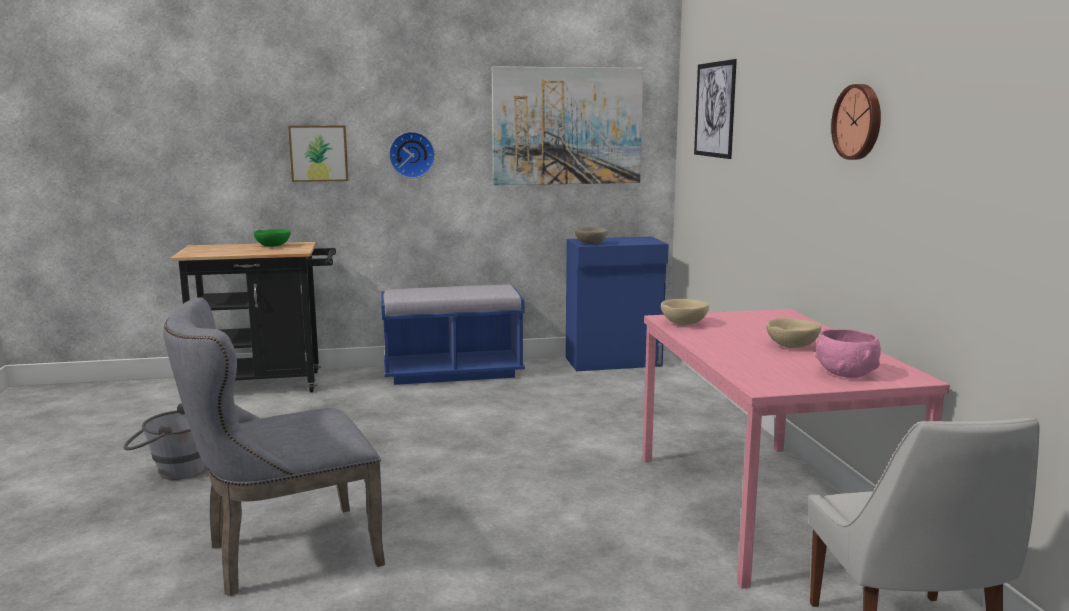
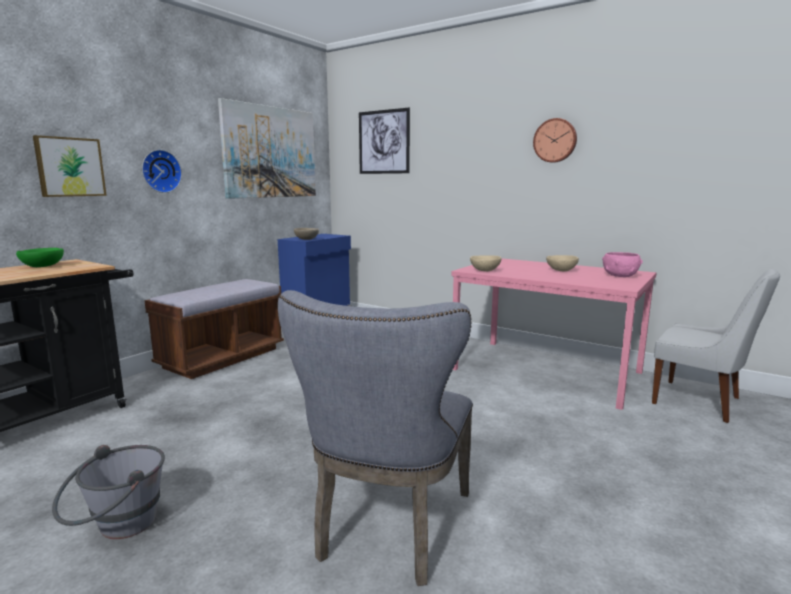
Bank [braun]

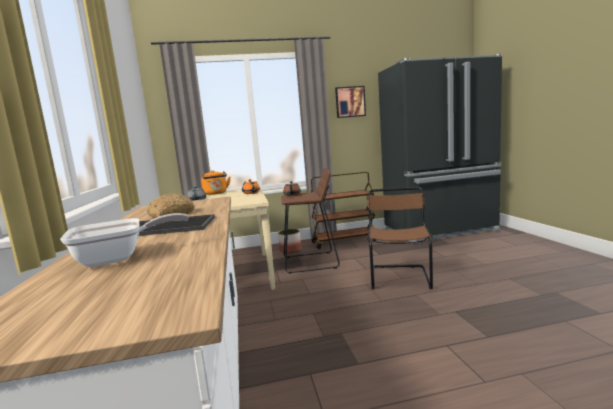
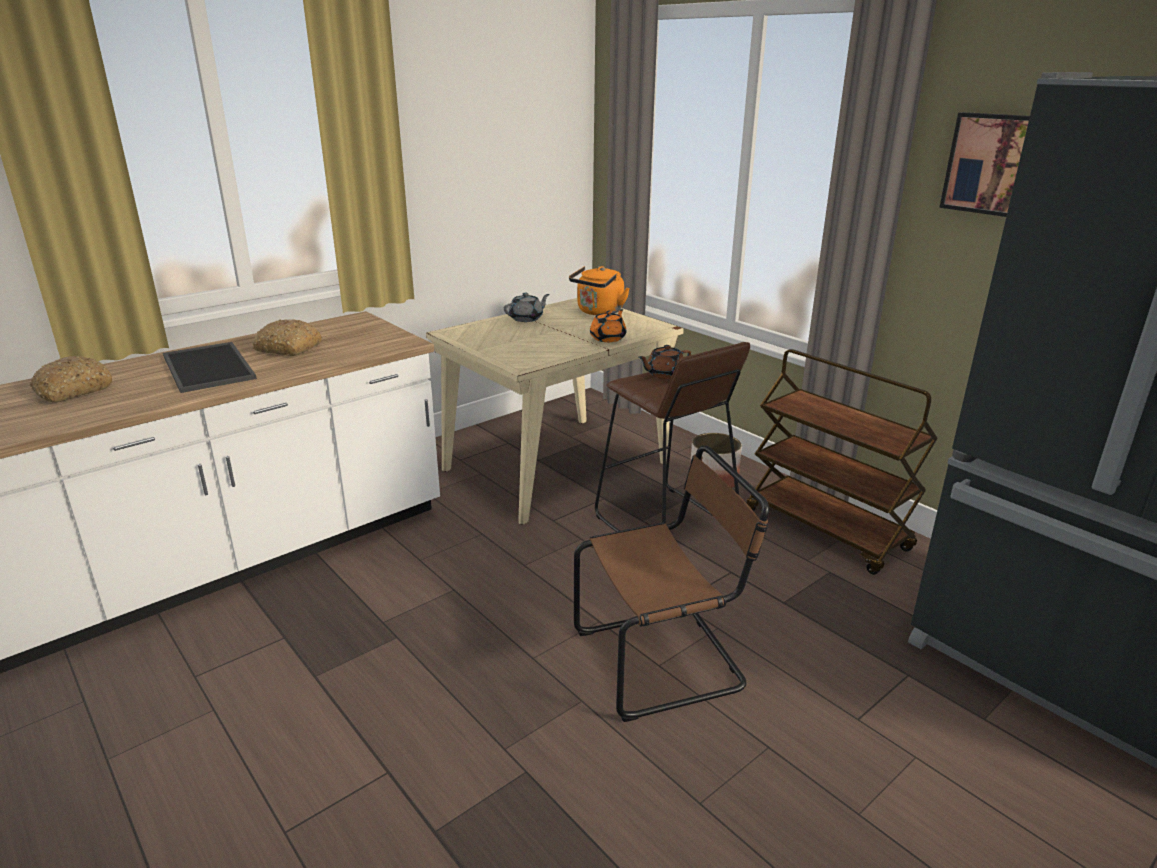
Brot (1st from left)

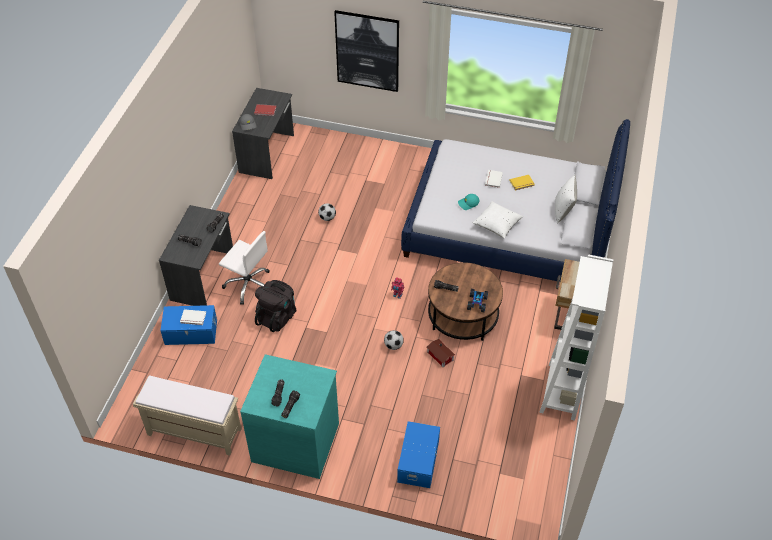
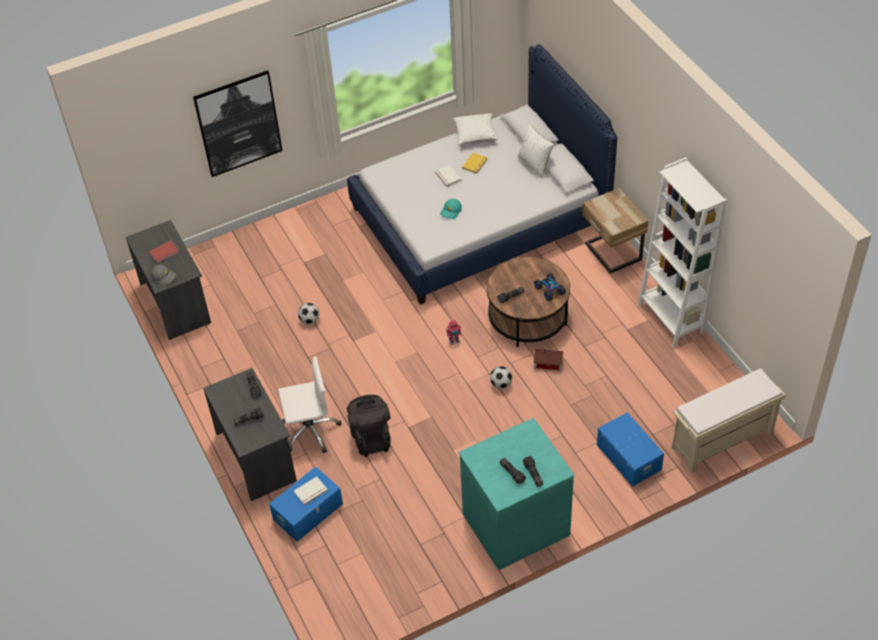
Kissen [weiß] (1st from left)
Bank [beige]

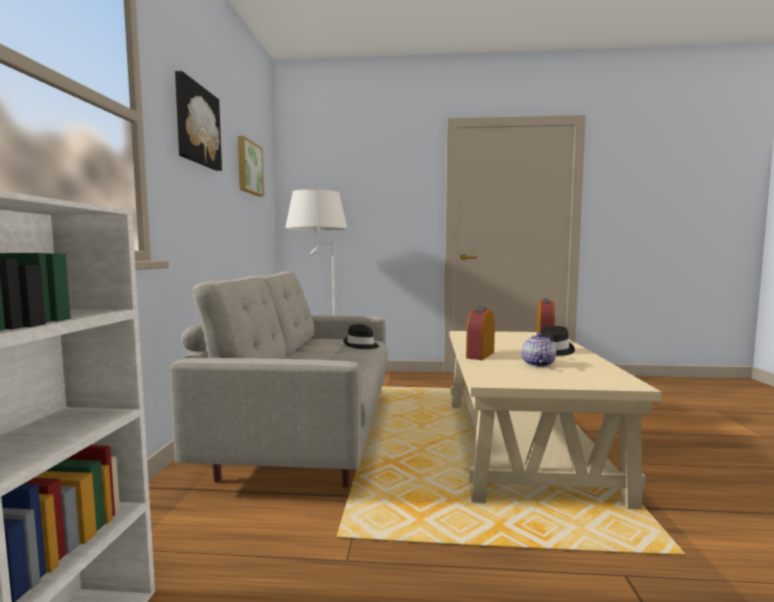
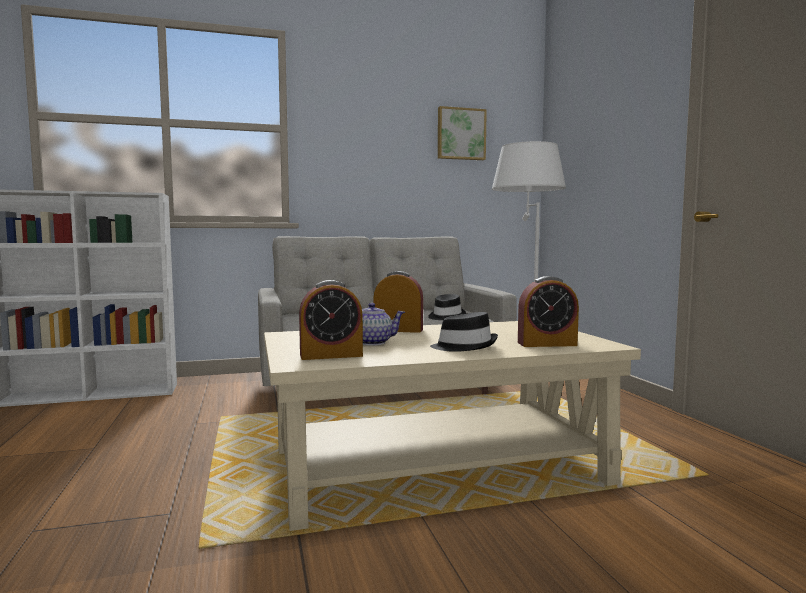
Wecker (1st from left)
Bild (1st from left in the first image)

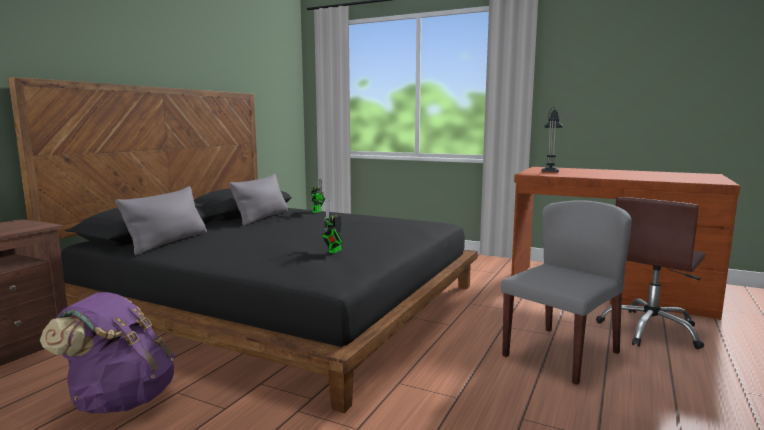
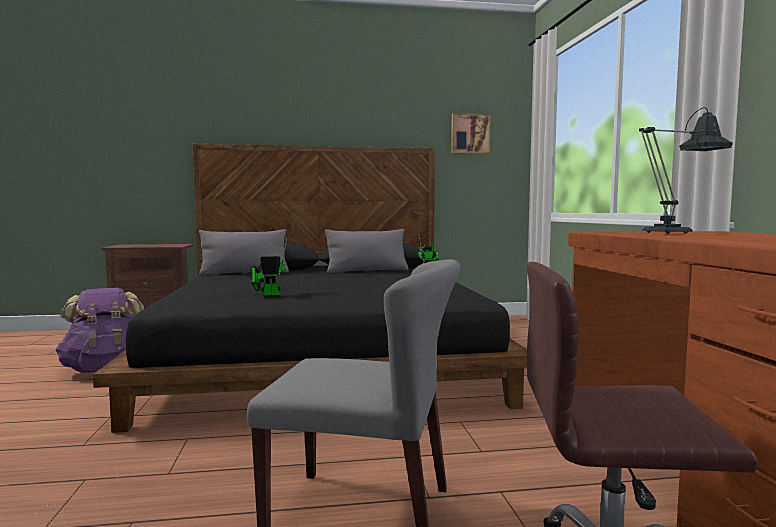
Bild

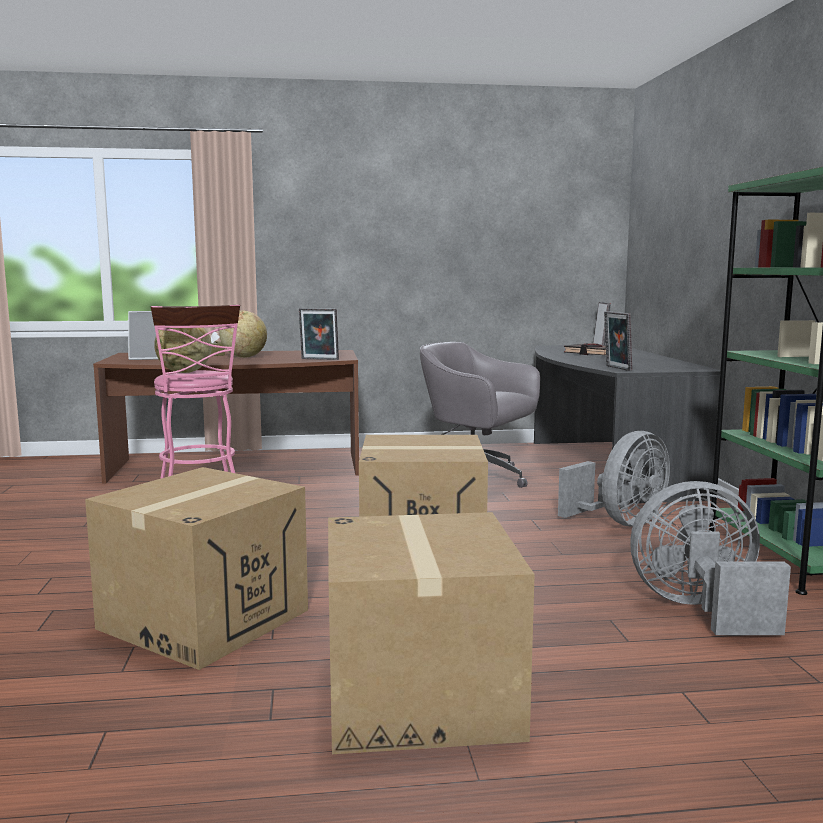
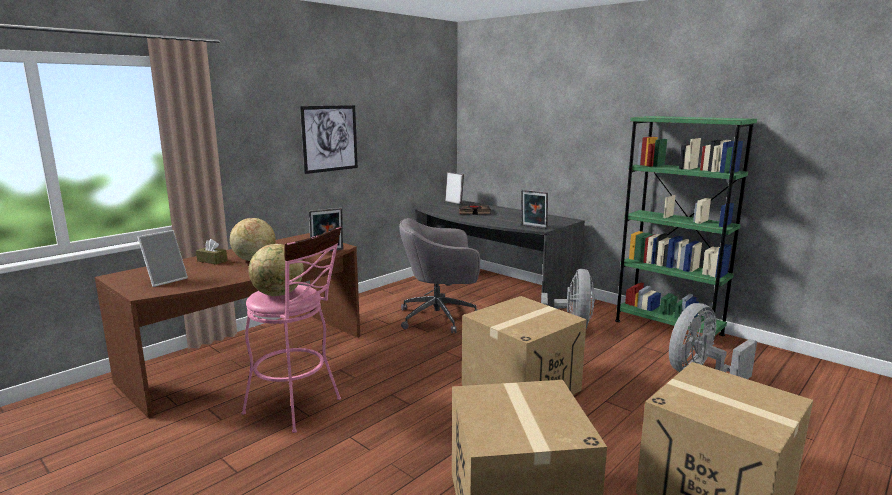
Bild

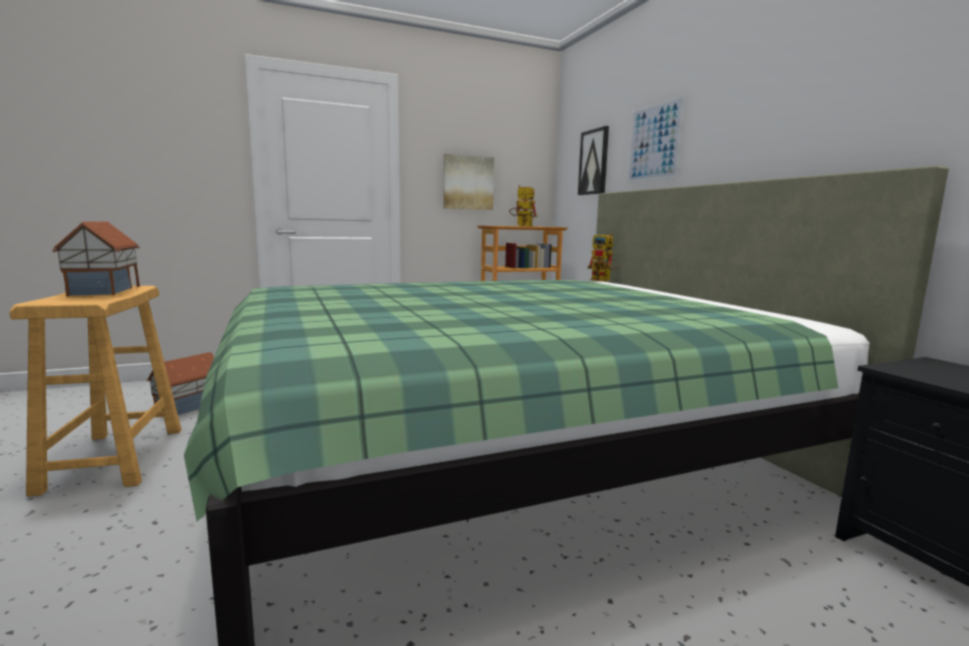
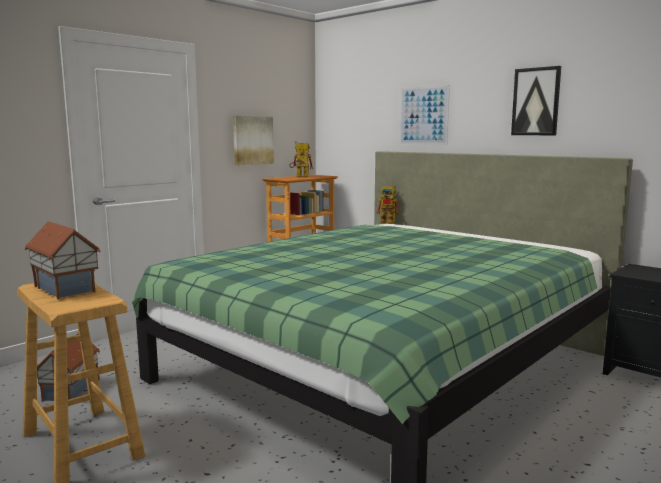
Bild (3rd from left)

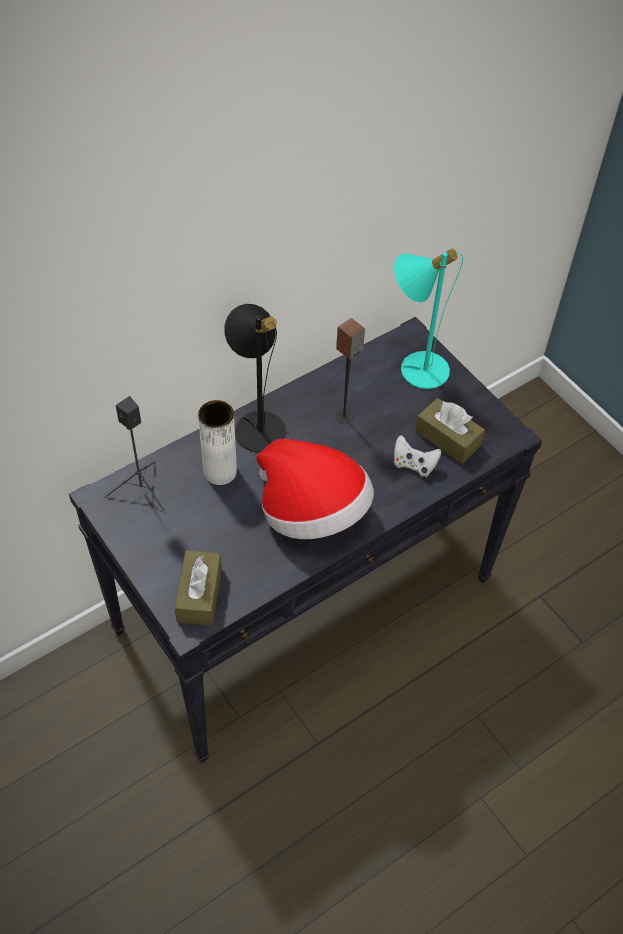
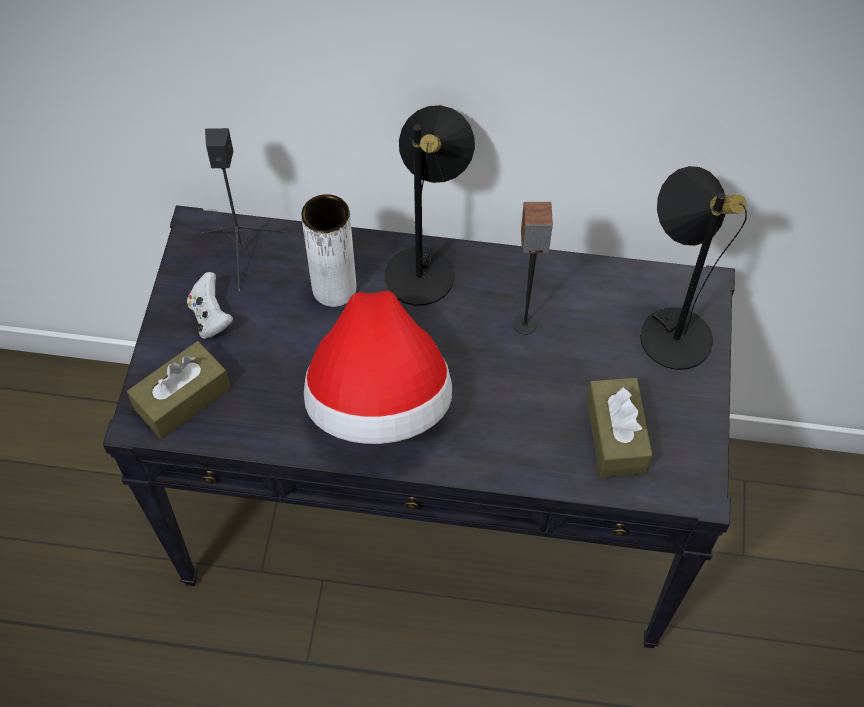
Gamepad [weiß]
Tischlampe [schwarz] (2nd from left)

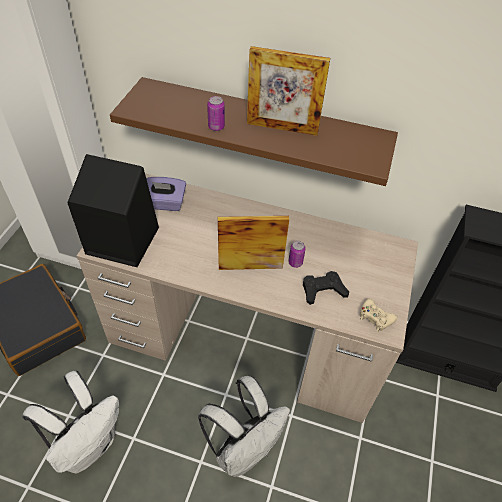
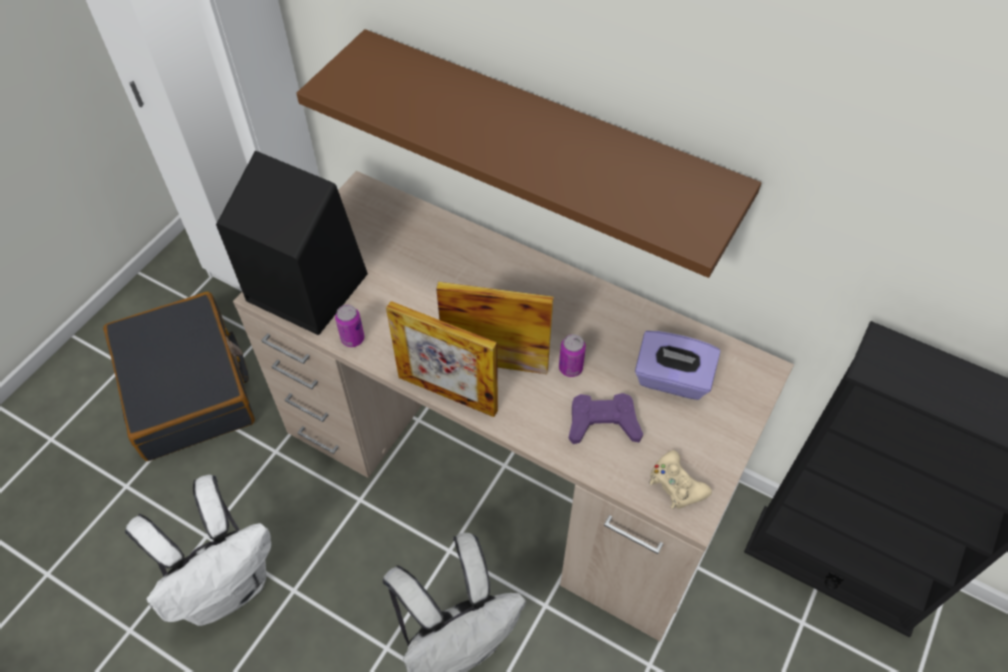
Dose (1st from left)
Bilderrahmen (1st from left)
Gamepad [lila]
Taschentuchbox [lila]

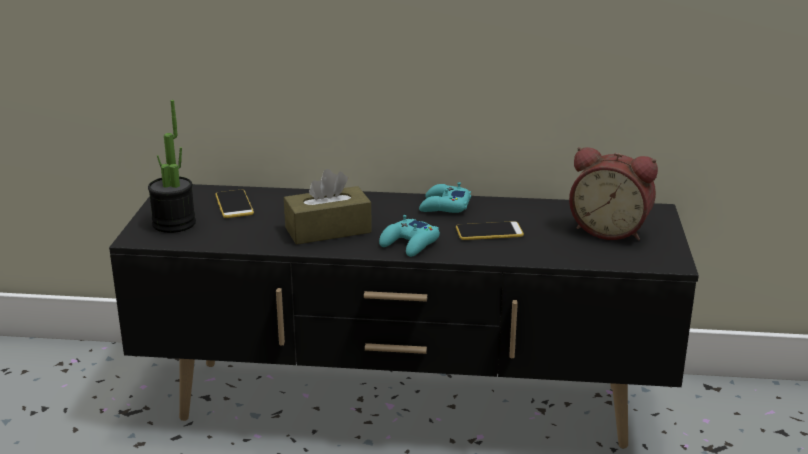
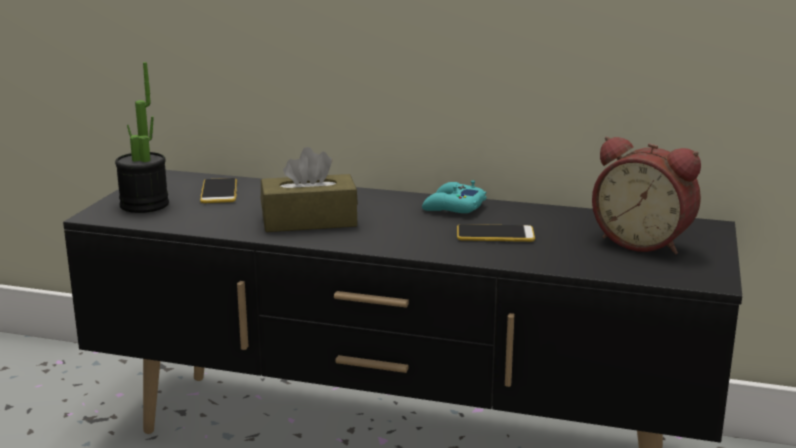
Gamepad [türkis] (1st from left in the first image)

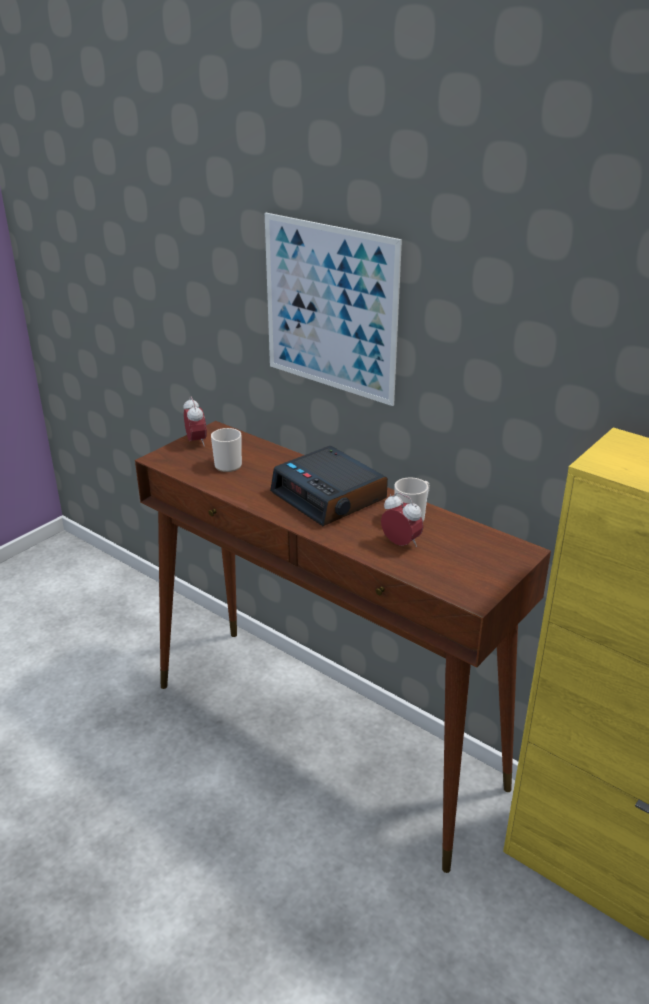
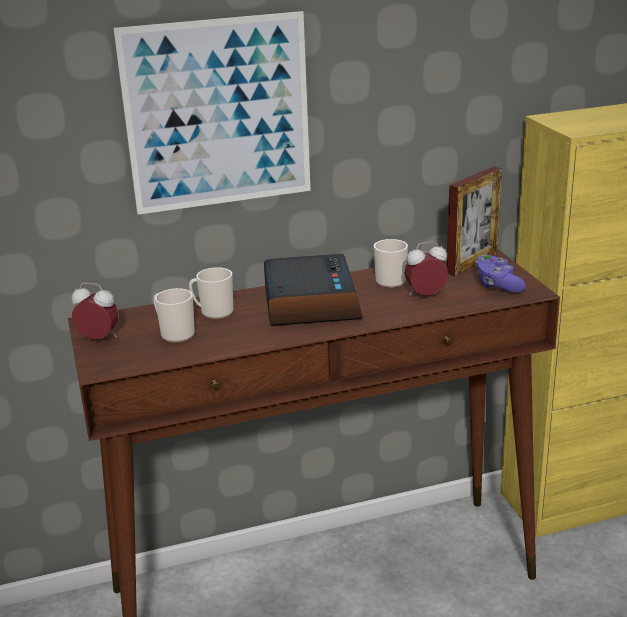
Henkelbecher (2nd from left)
Wecker (2nd from left)
Bilderrahmen
Gamepad [lila]

